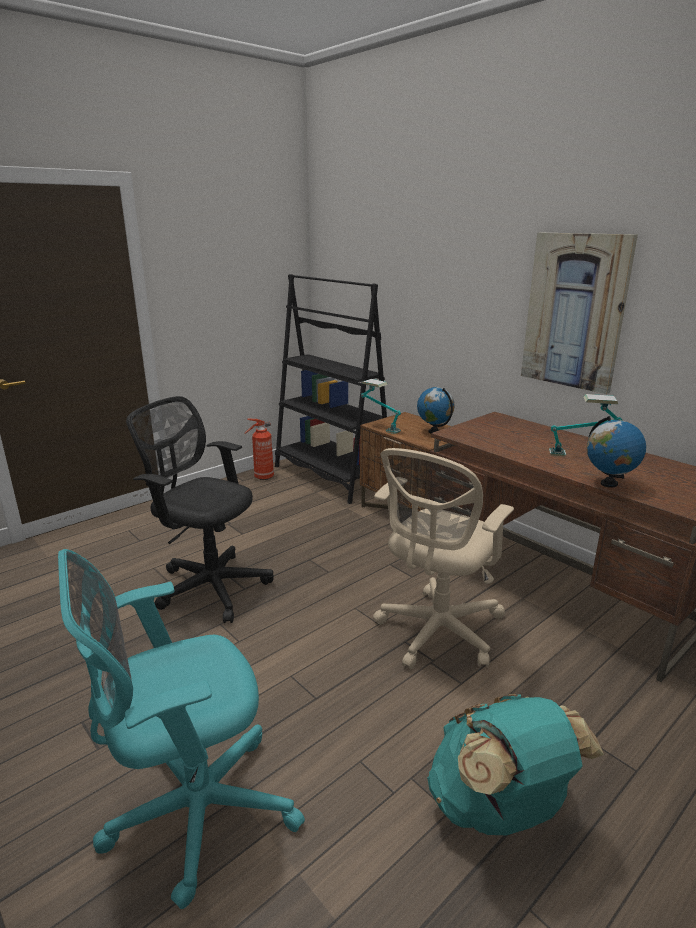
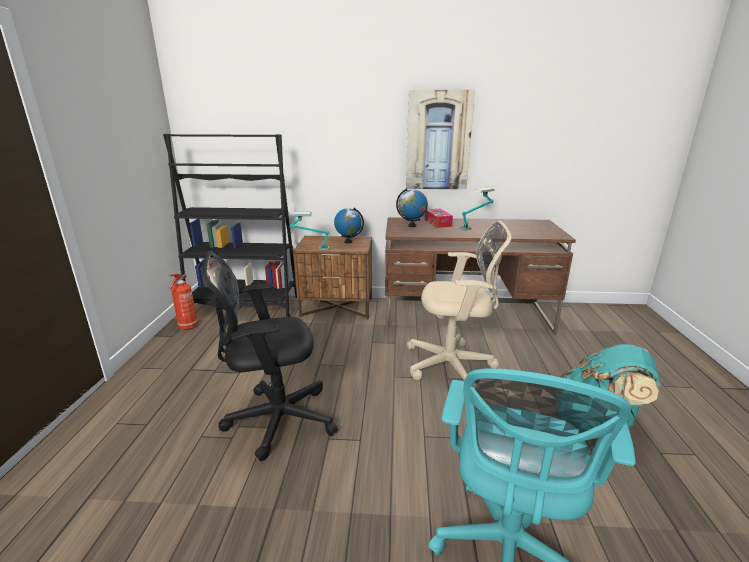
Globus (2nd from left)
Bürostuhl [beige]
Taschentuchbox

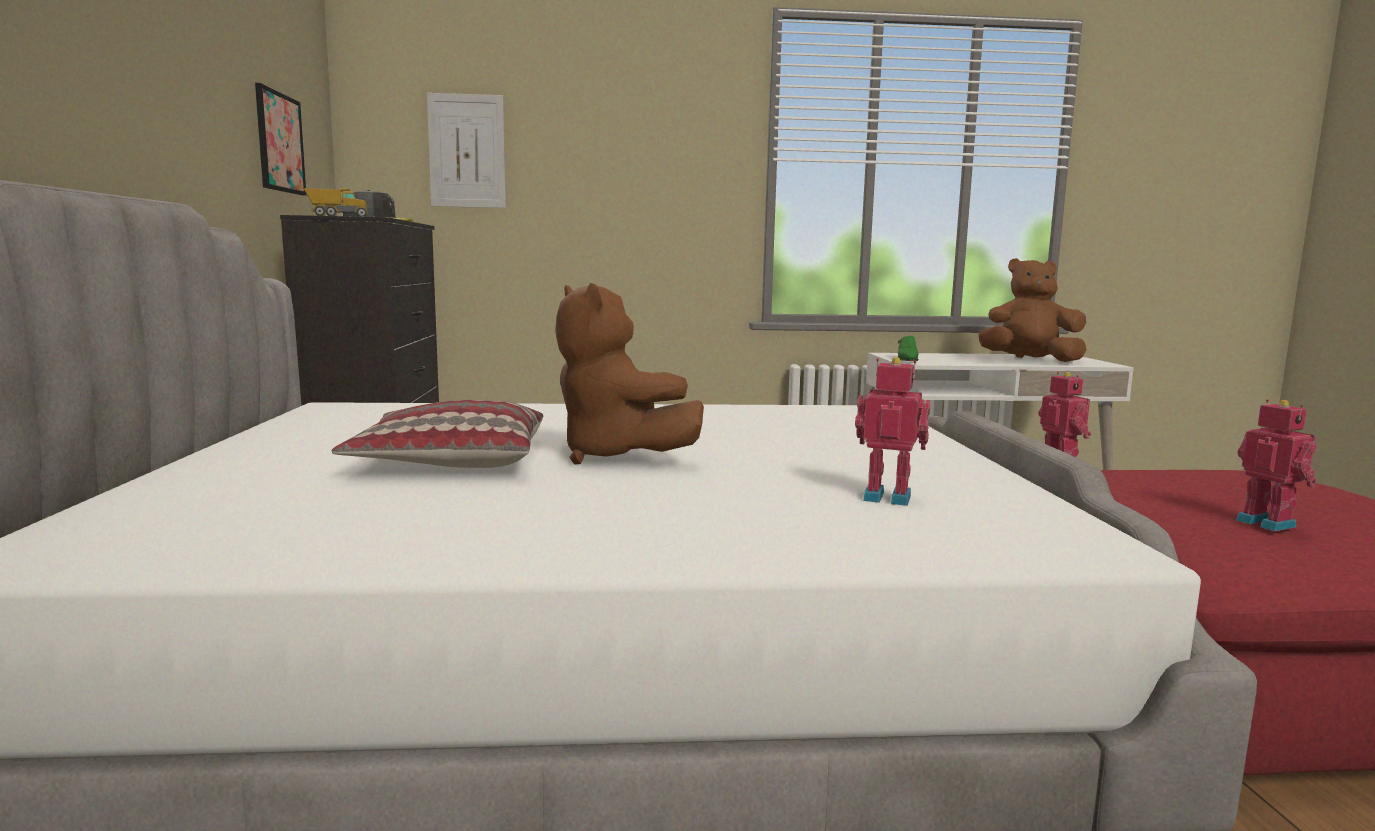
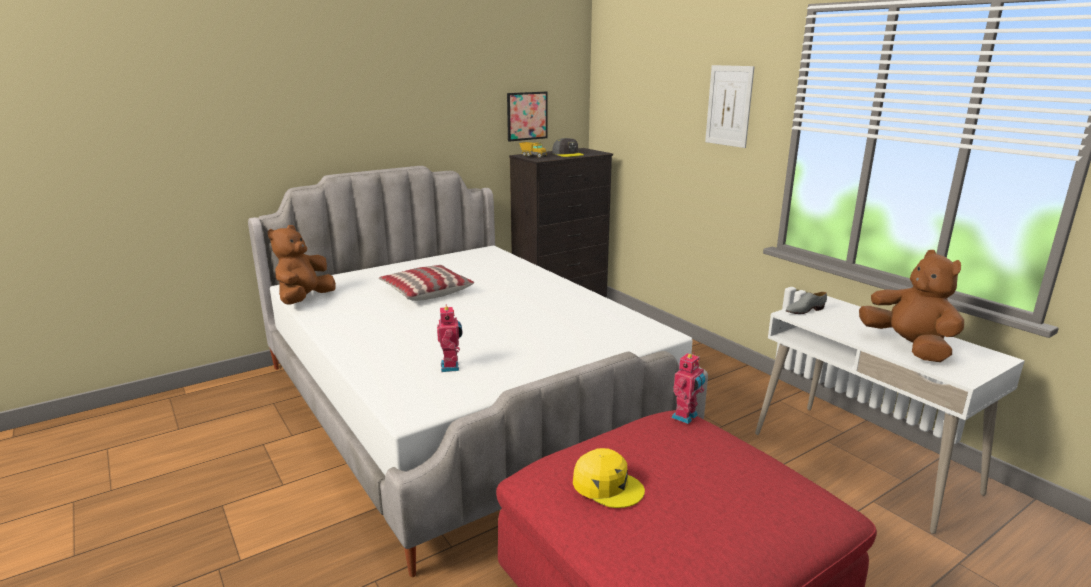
Plüschtier [braun] (1st from left)
Kappe [gelb]
Bild (2nd from left)
Schuh [grau]

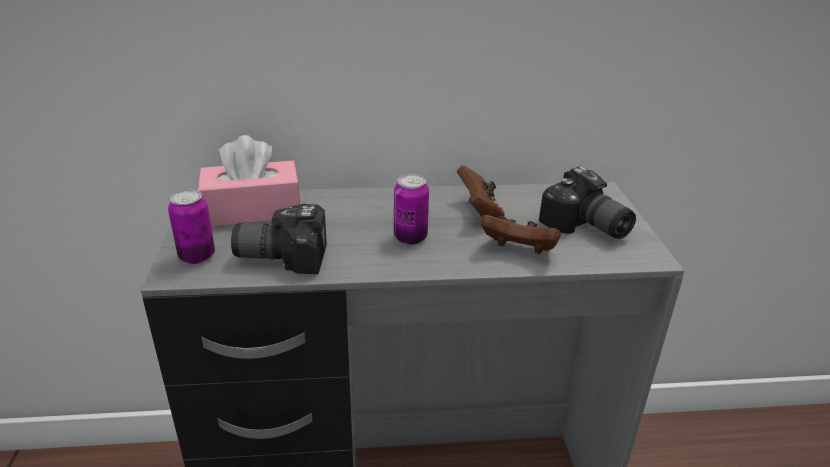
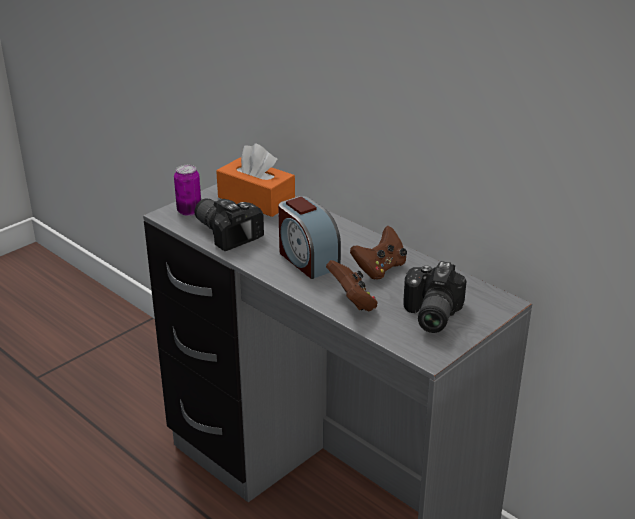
Taschentuchbox [orange]
Wecker

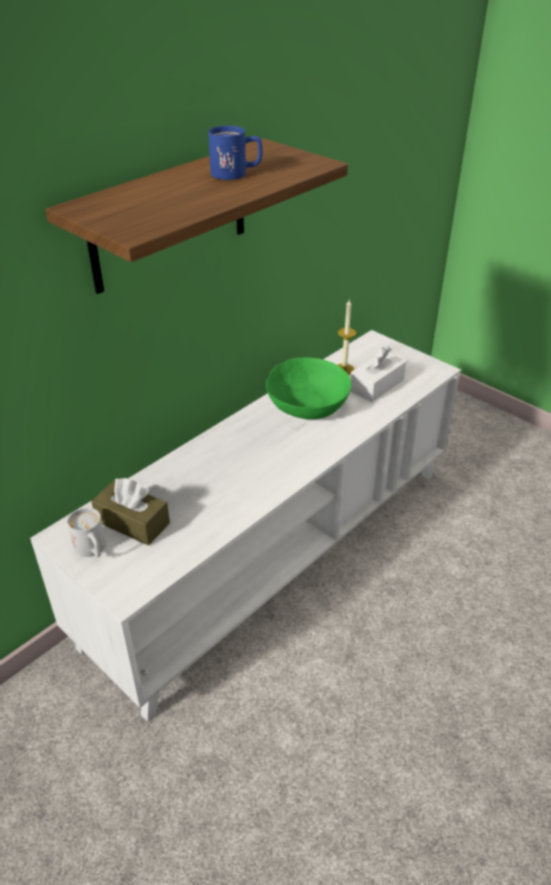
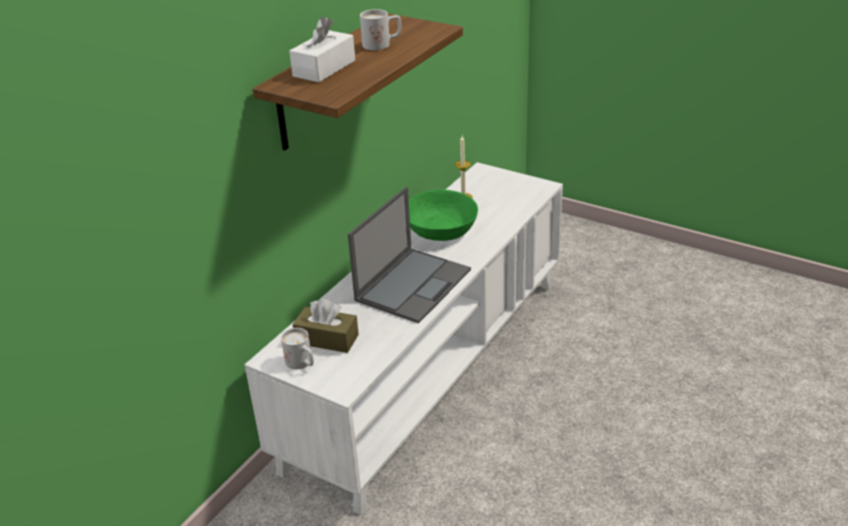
Taschentuchbox [weiß]
Laptop
Henkelbecher [weiß] (2nd from left)

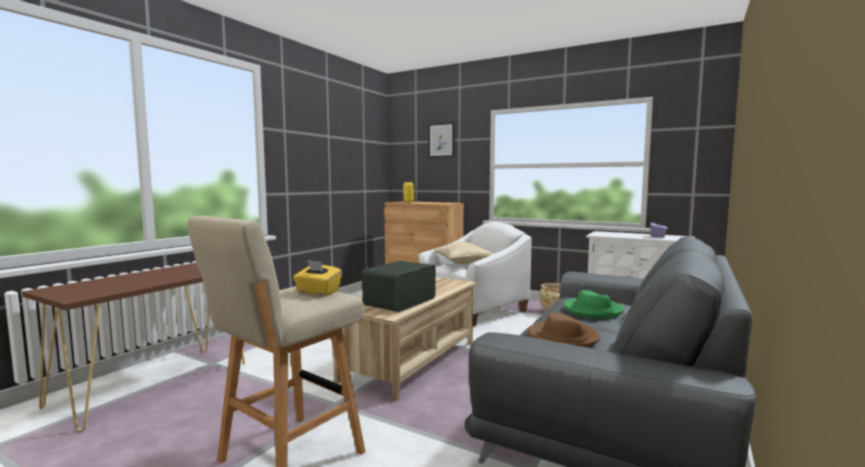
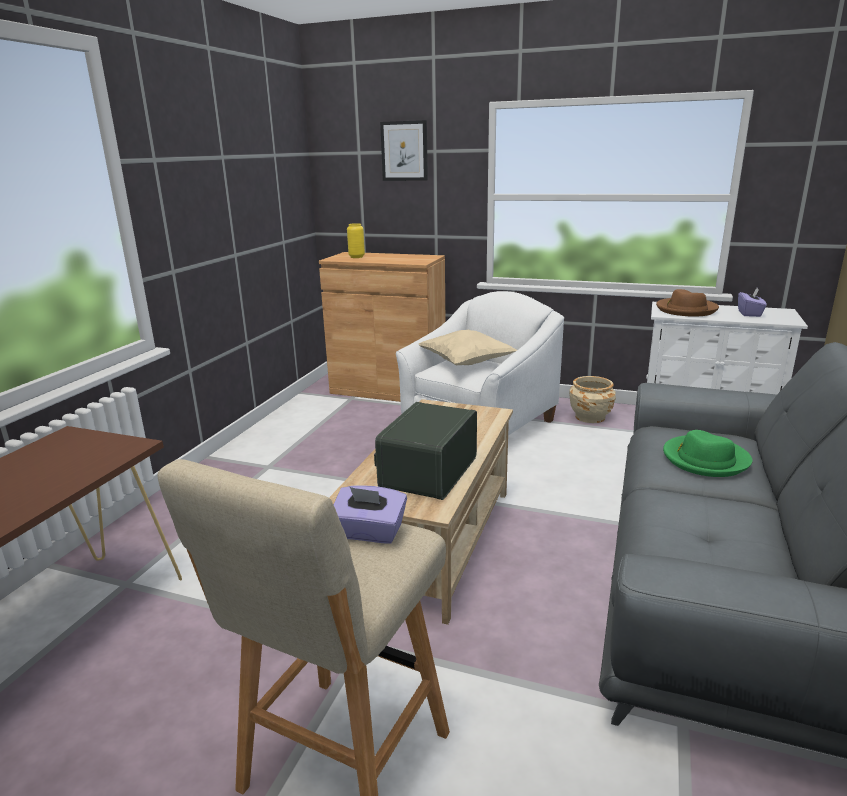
Taschentuchbox [lila] (1st from left)
Hut [braun]

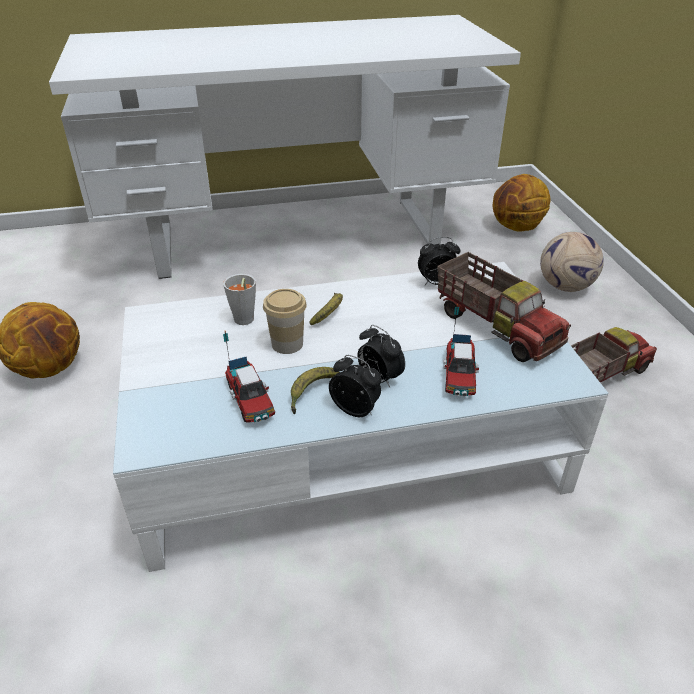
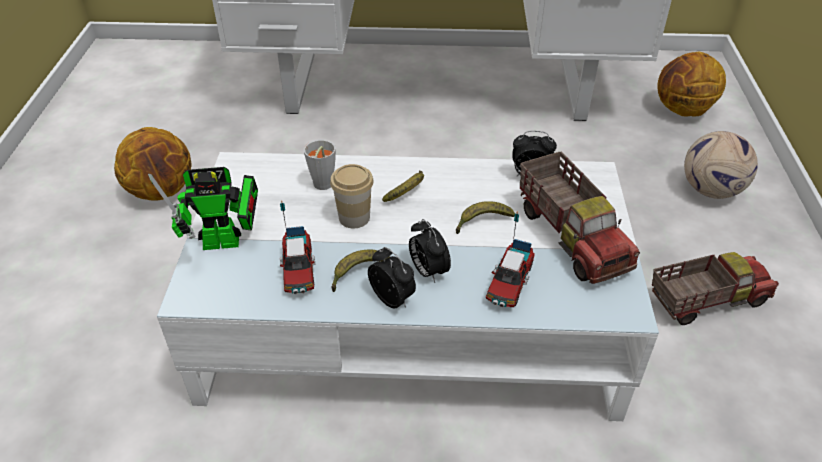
Spielzeugroboter
Banane (3rd from left)

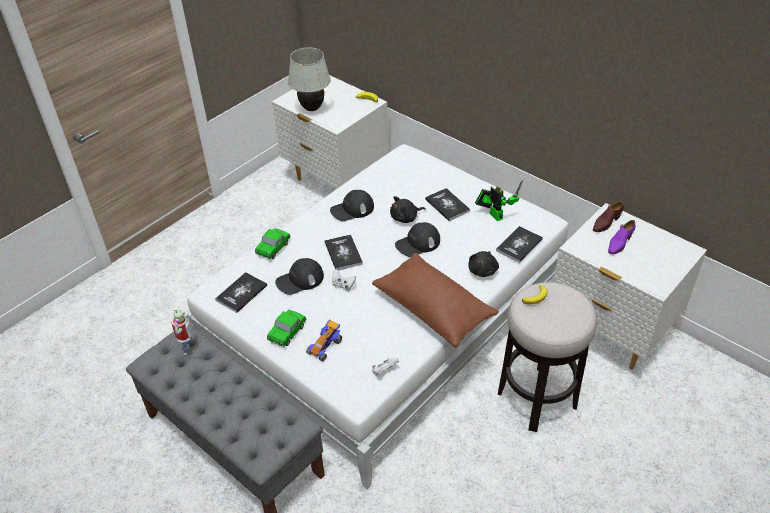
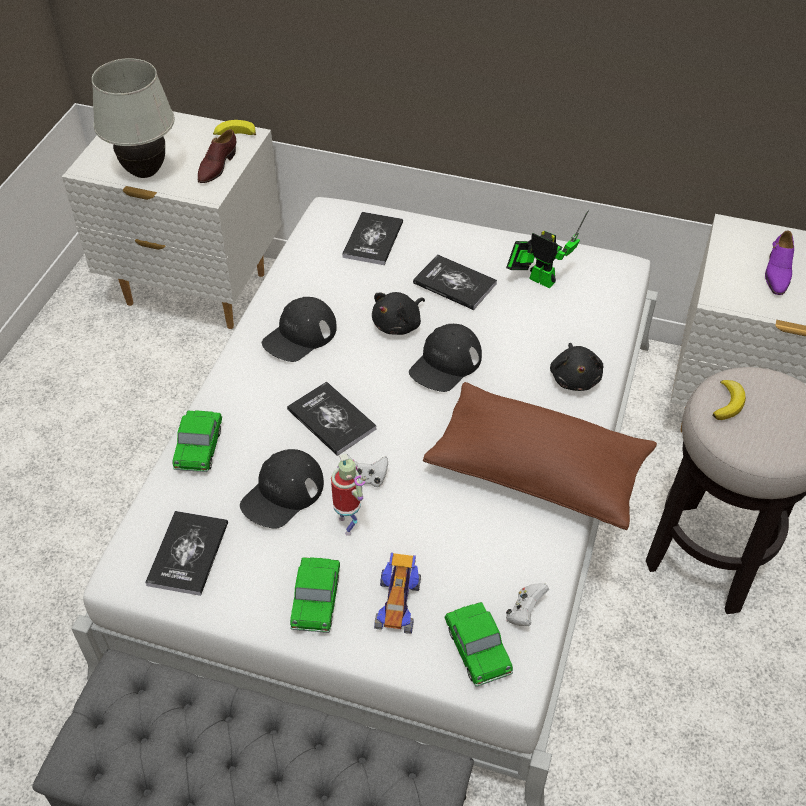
Schuh [braun]
Spielzeugroboter (1st from left)
Buch (3rd from left)
Spielzeugauto (4th from left)

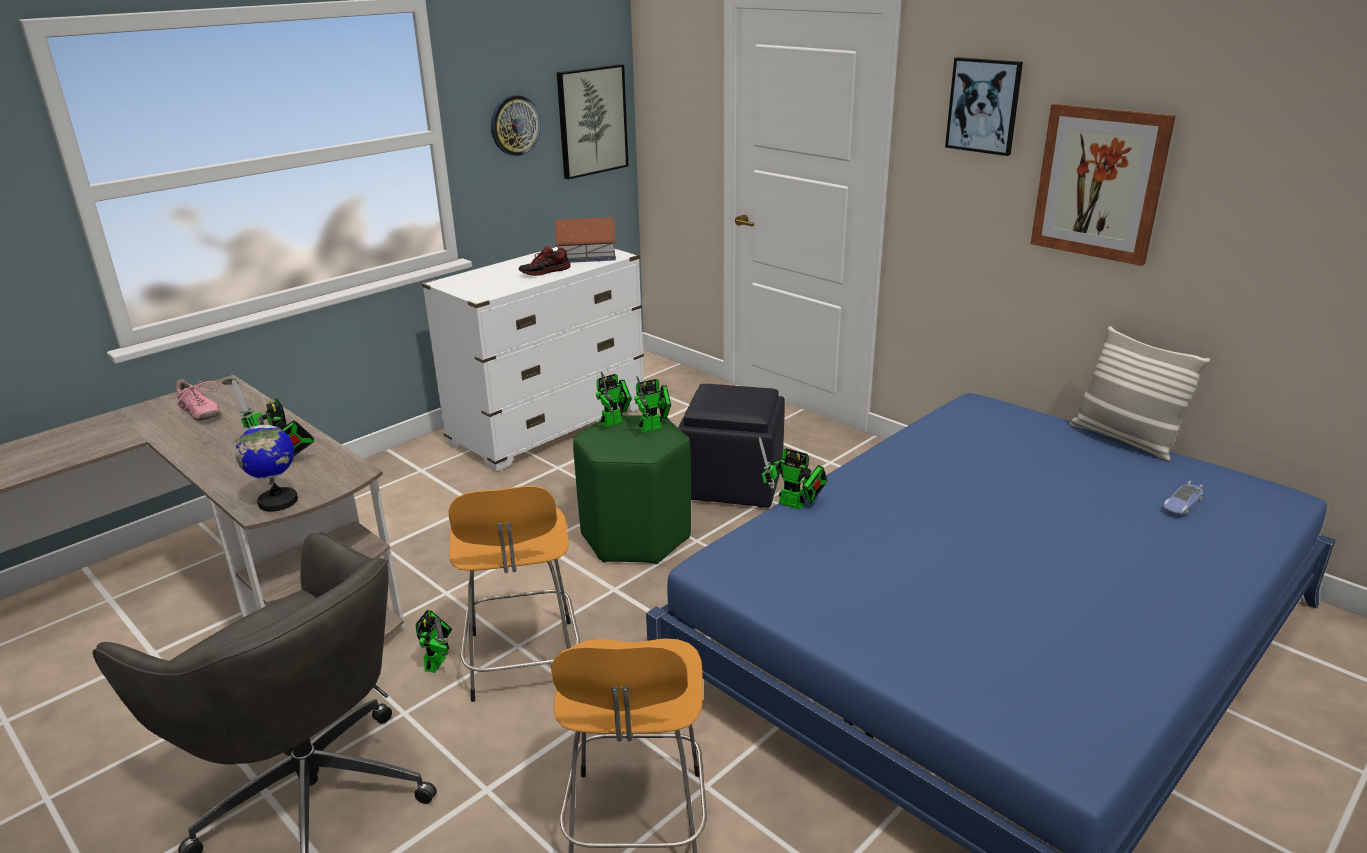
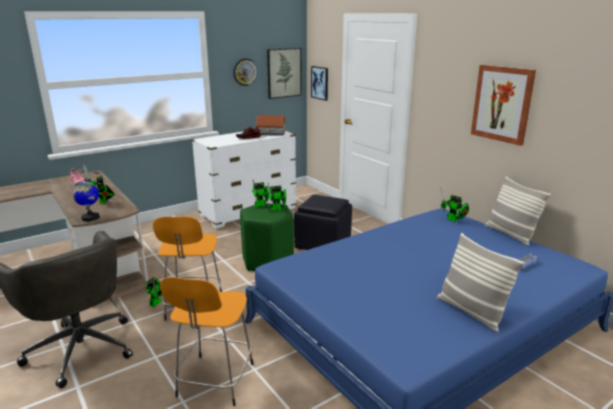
Bild (2nd from left)
Kissen (1st from left)
Spielzeugroboter (5th from left)

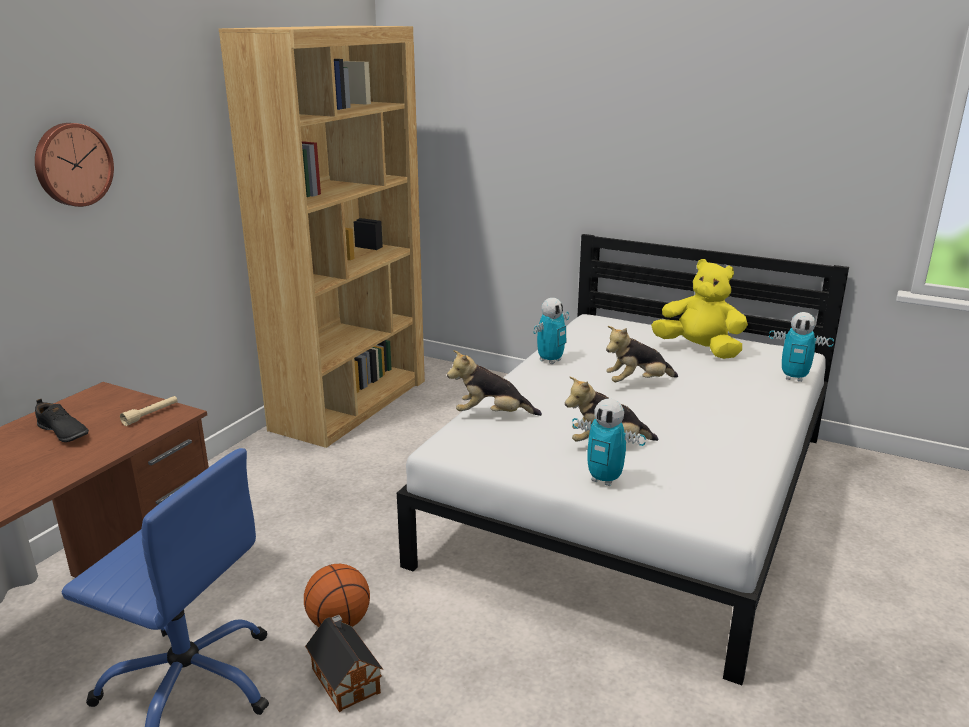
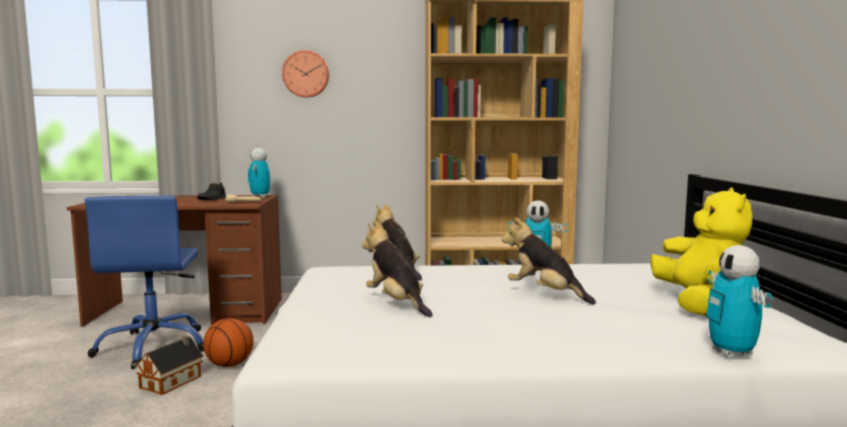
Spielzeugroboter (1st from left)

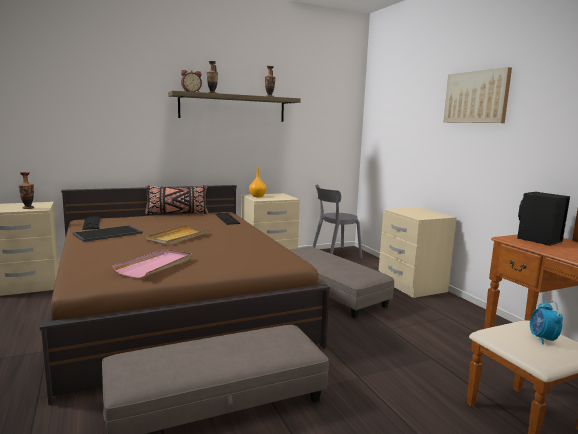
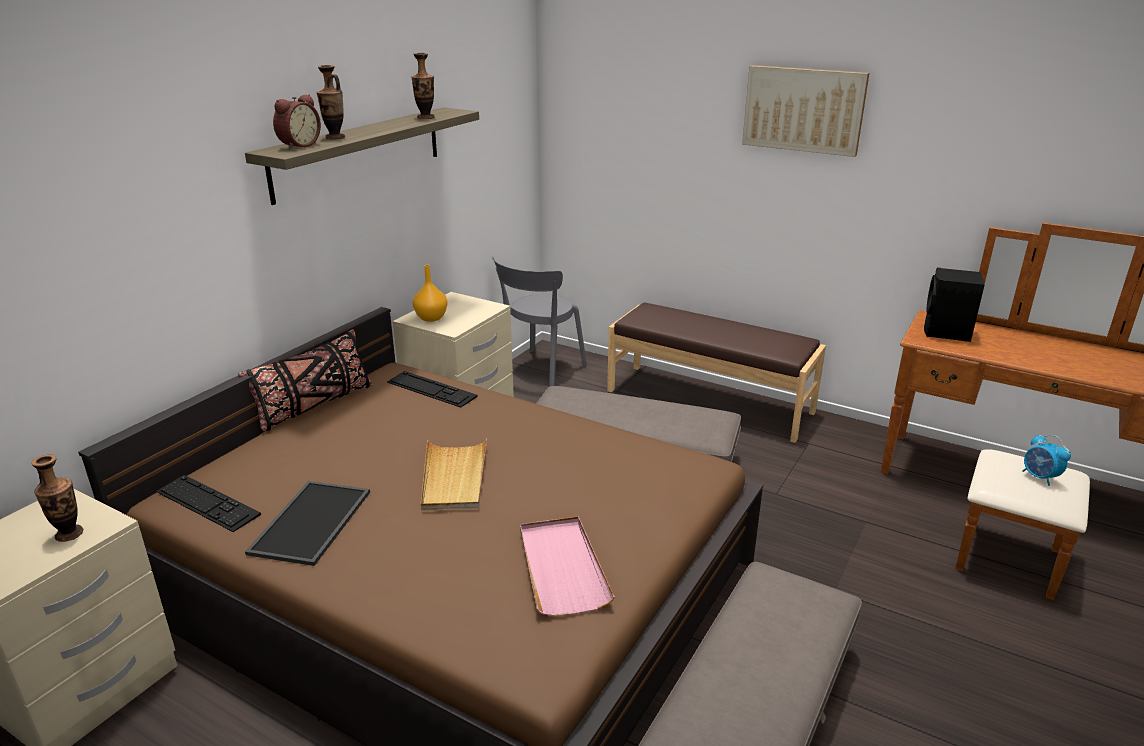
Bank [braun]

